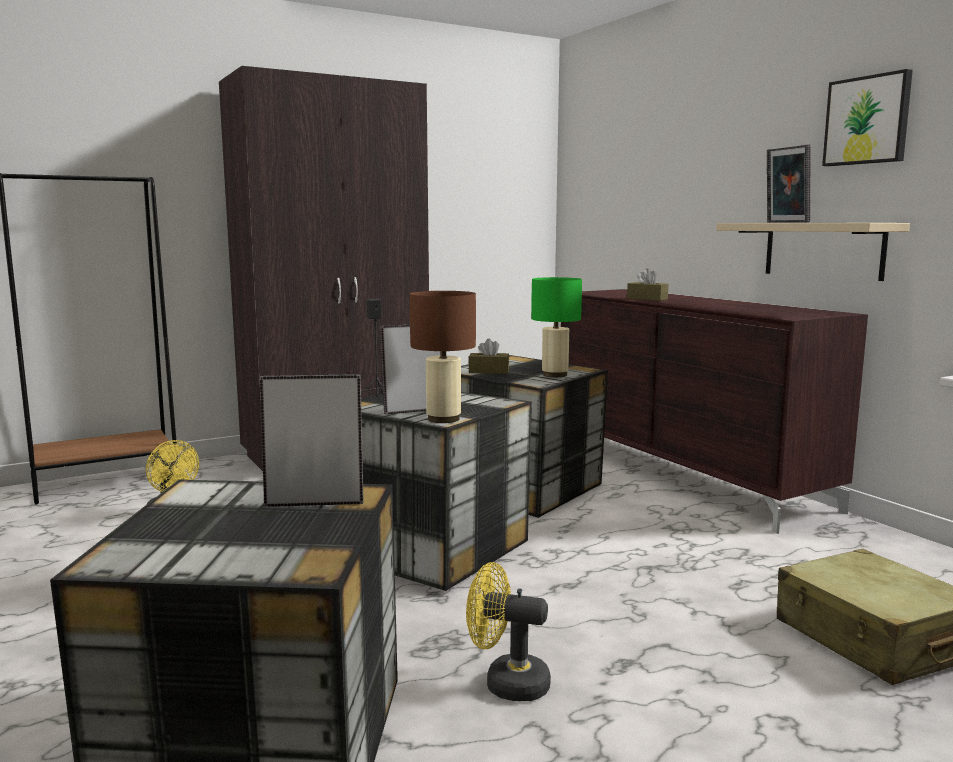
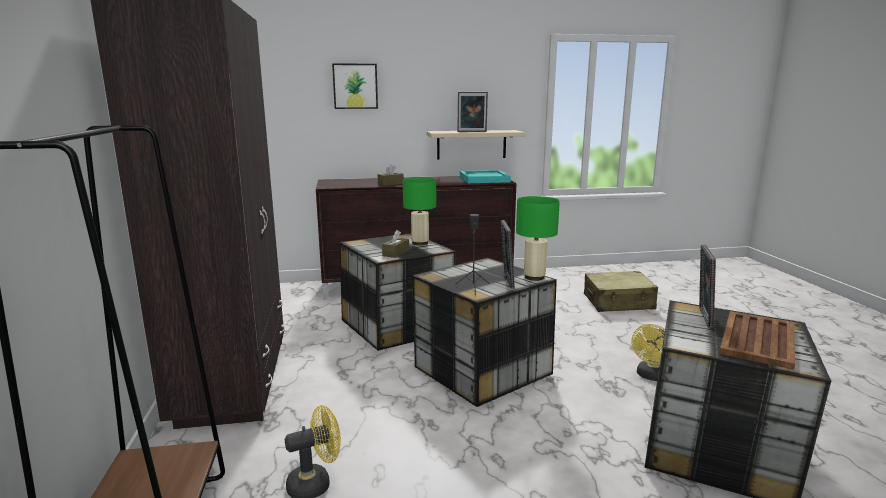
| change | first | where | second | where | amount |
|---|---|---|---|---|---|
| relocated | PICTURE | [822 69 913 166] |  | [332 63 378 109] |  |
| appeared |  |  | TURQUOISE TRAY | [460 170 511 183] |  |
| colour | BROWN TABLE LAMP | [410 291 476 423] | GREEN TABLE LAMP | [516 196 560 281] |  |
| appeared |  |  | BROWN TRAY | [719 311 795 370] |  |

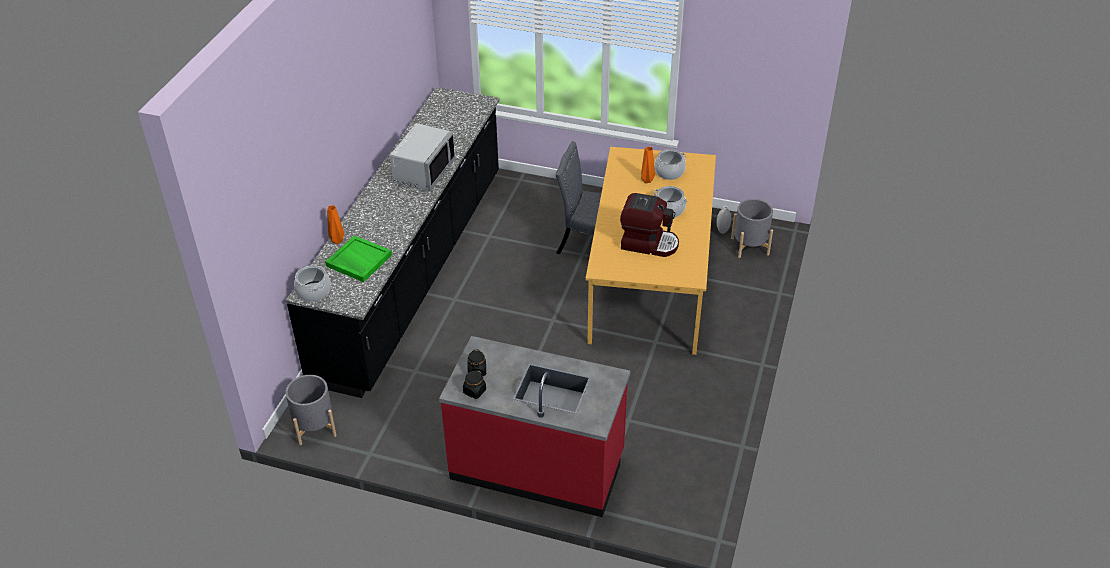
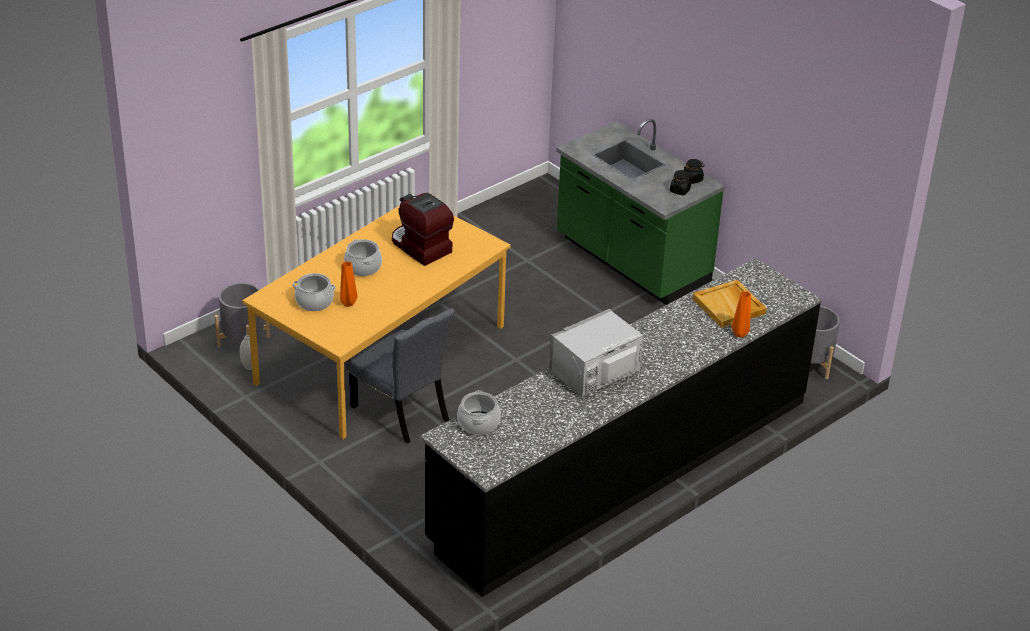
| change | first | where | second | where | amount |
|---|---|---|---|---|---|
| relocated | COOKING POT | [294 265 331 302] |  | [457 390 501 435] |  |
| colour | RED COUNTER | [439 336 630 517] | GREEN COUNTER | [556 119 725 305] |  |
| colour | GREEN TRAY | [325 236 392 282] | BEIGE TRAY | [693 280 767 328] |  |

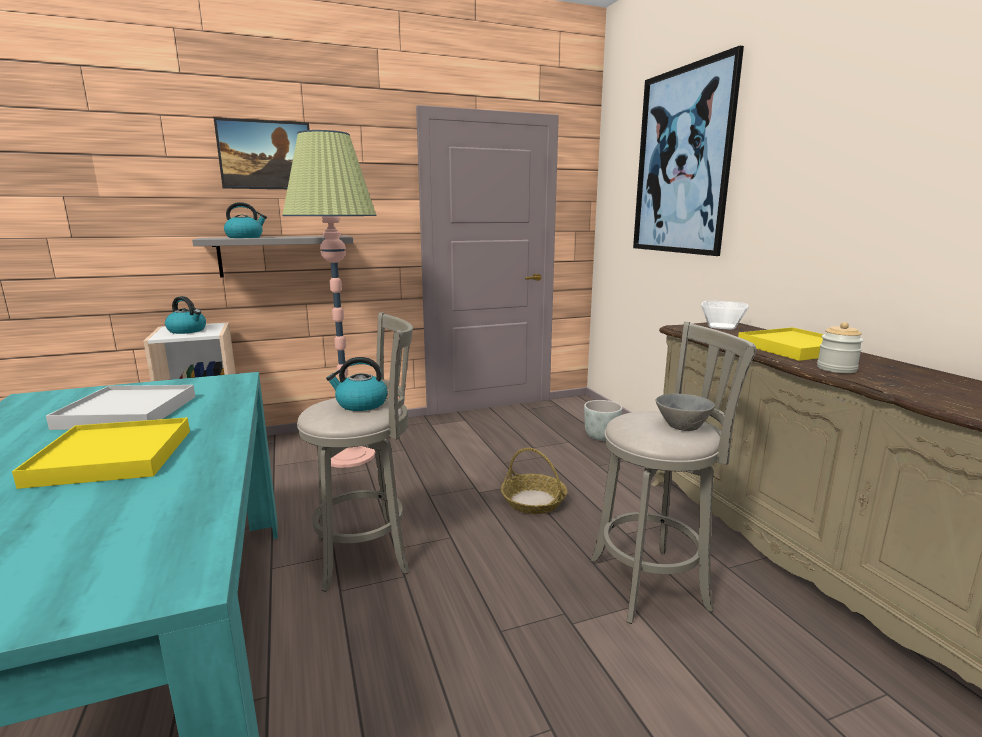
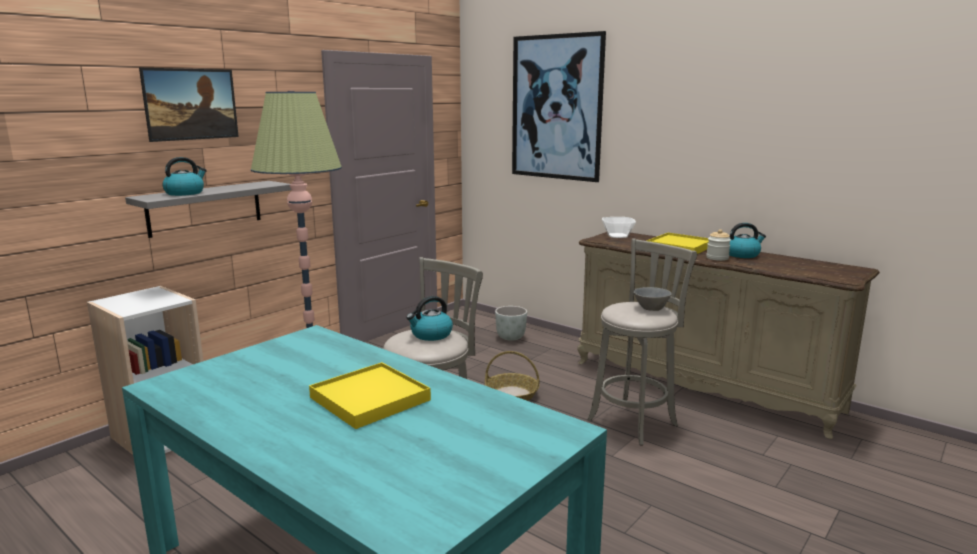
| change | first | where | second | where | amount |
|---|---|---|---|---|---|
| relocated | KETTLE | [165 296 206 334] |  | [729 223 766 258] |  |
| missing | WHITE TRAY | [46 385 195 430] |  |  |  |

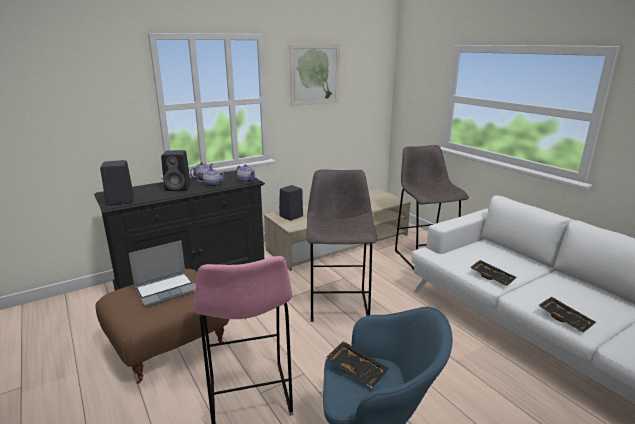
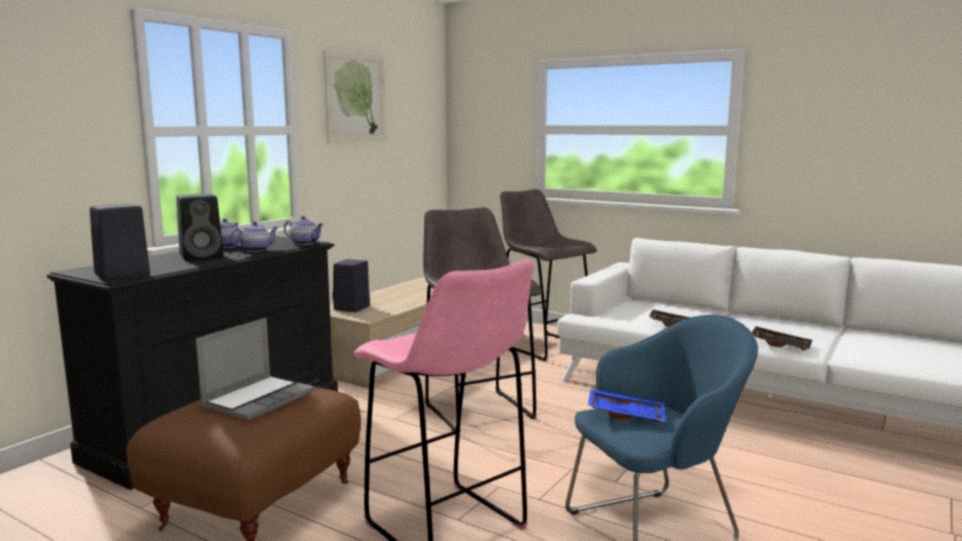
| change | first | where | second | where | amount |
|---|---|---|---|---|---|
| colour | BLACK TRAY | [326 341 389 388] | BLUE TRAY | [588 389 666 422] |  |

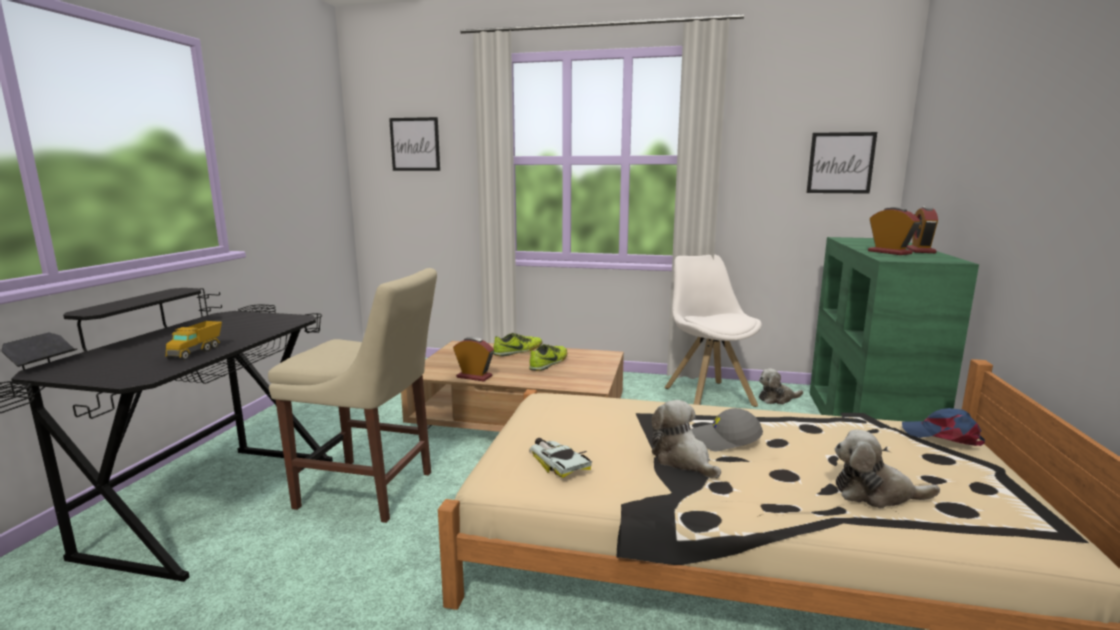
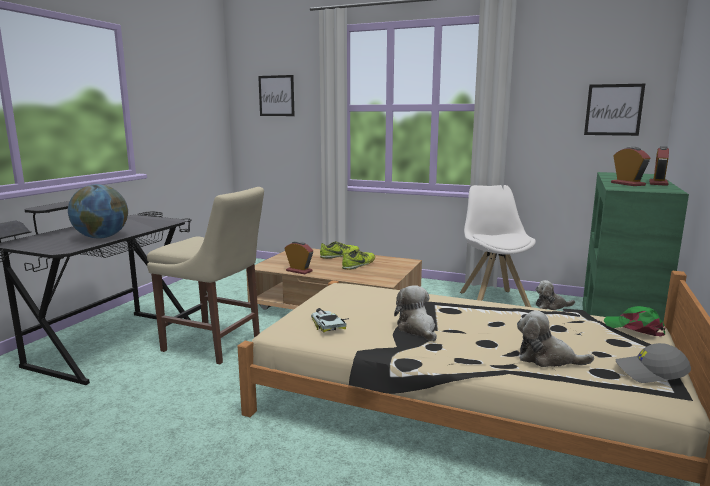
| change | first | where | second | where | amount |
|---|---|---|---|---|---|
| exchanged | TOY TRUCK | [165 321 222 360] | GLOBE | [68 184 128 239] |  |
| colour | BLUE CAP | [902 408 985 446] | GREEN CAP | [603 306 665 337] |  |
| relocated | GREY CAP | [691 408 763 451] |  | [616 343 691 383] |  |

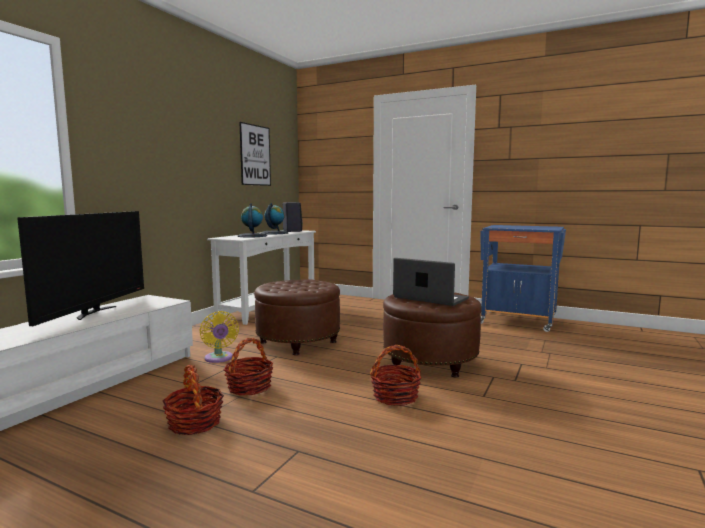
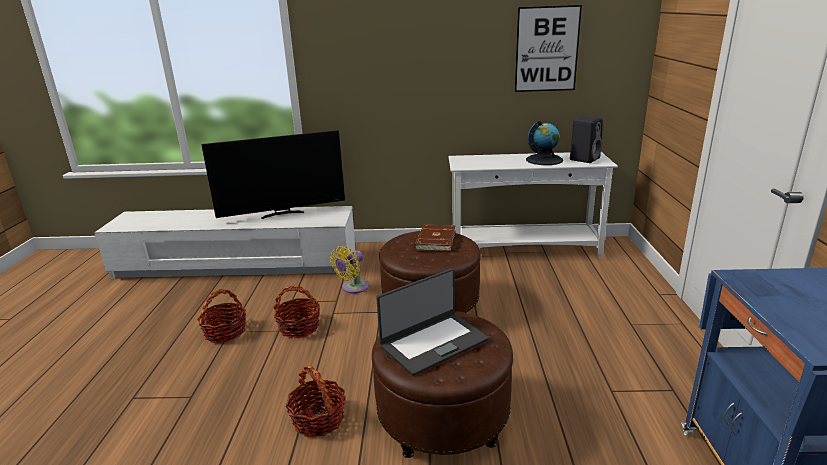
| change | first | where | second | where | amount |
|---|---|---|---|---|---|
| spun | LAPTOP | [393 258 469 306] |  | [376 268 489 376] | 45 degrees clockwise |
| appeared |  |  | BROWN BOOK | [414 224 456 251] |  |
| missing | GLOBE | [237 203 267 237] |  |  |  |

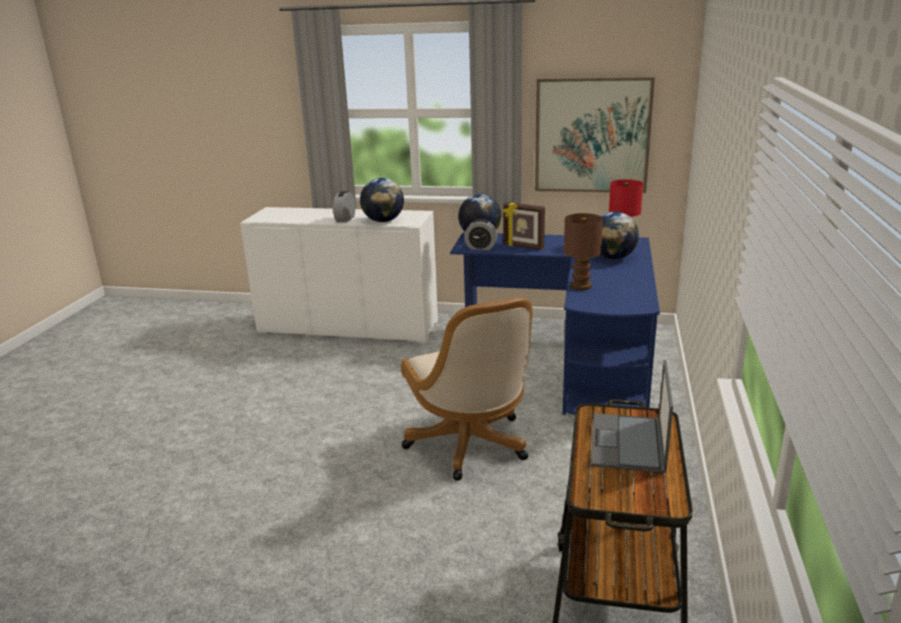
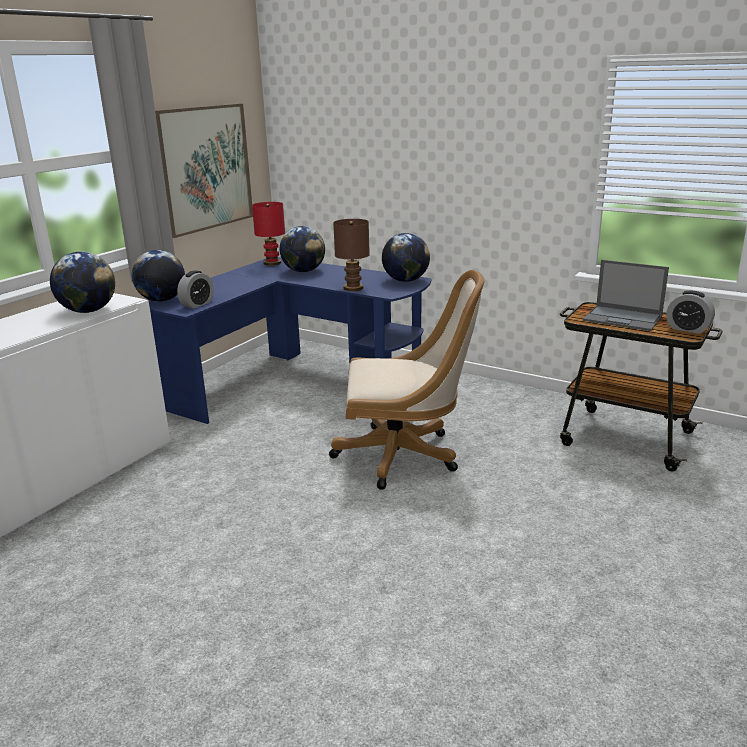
| change | first | where | second | where | amount |
|---|---|---|---|---|---|
| appeared |  |  | GLOBE | [382 233 430 282] |  |
| relocated | ALARM CLOCK | [333 191 355 222] |  | [666 291 715 334] |  |
| missing | PICTURE FRAME | [503 202 545 250] |  |  |  |

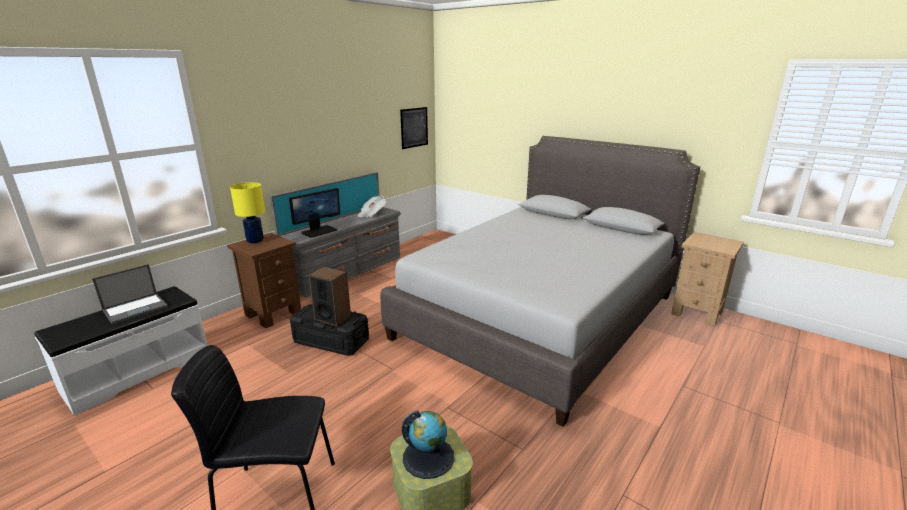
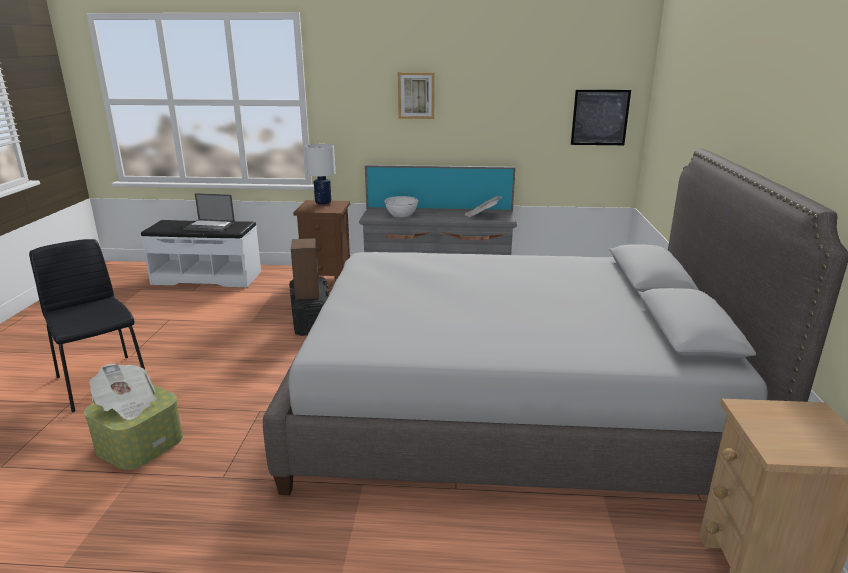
| change | first | where | second | where | amount |
|---|---|---|---|---|---|
| exchanged | GLOBE | [402 410 454 479] | NEWSPAPER | [89 363 157 420] |  |
| colour | YELLOW TABLE LAMP | [230 182 265 243] | WHITE TABLE LAMP | [305 144 335 205] |  |
| exchanged | MONITOR | [289 188 340 238] | WHITE BOWL | [384 196 419 218] |  |
| appeared |  |  | PICTURE | [398 72 435 119] |  |

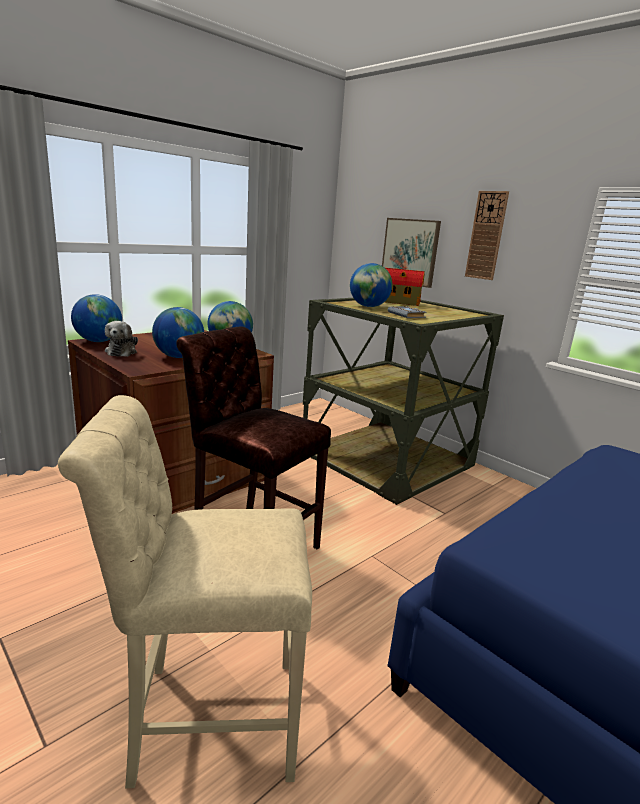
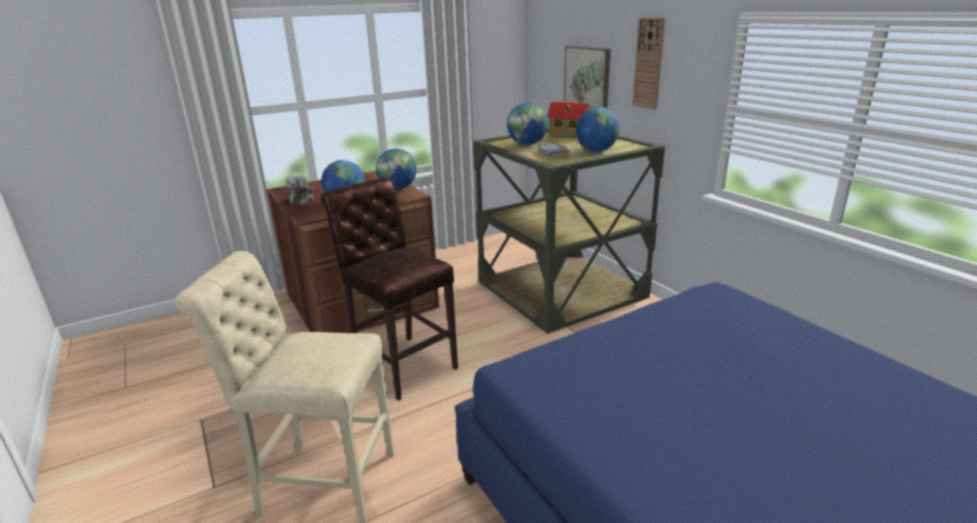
| change | first | where | second | where | amount |
|---|---|---|---|---|---|
| relocated | GLOBE | [71 294 122 342] |  | [575 107 620 152] |  |

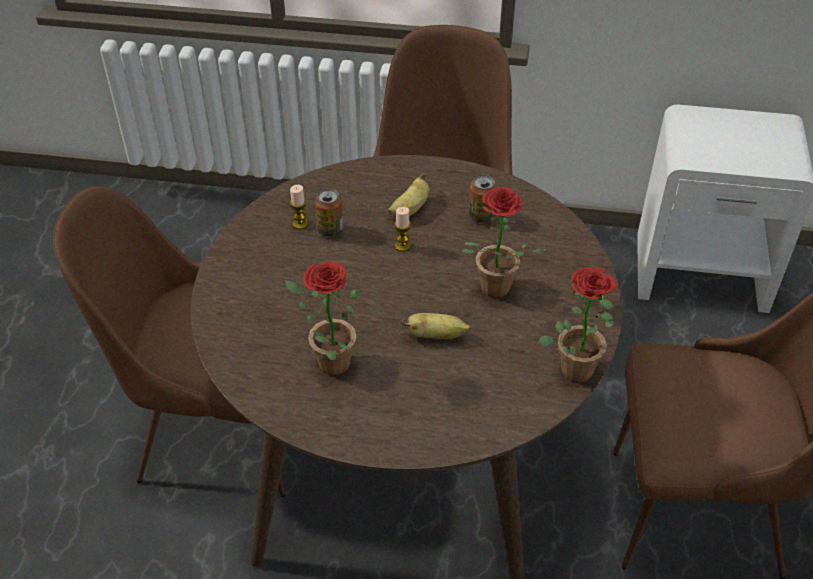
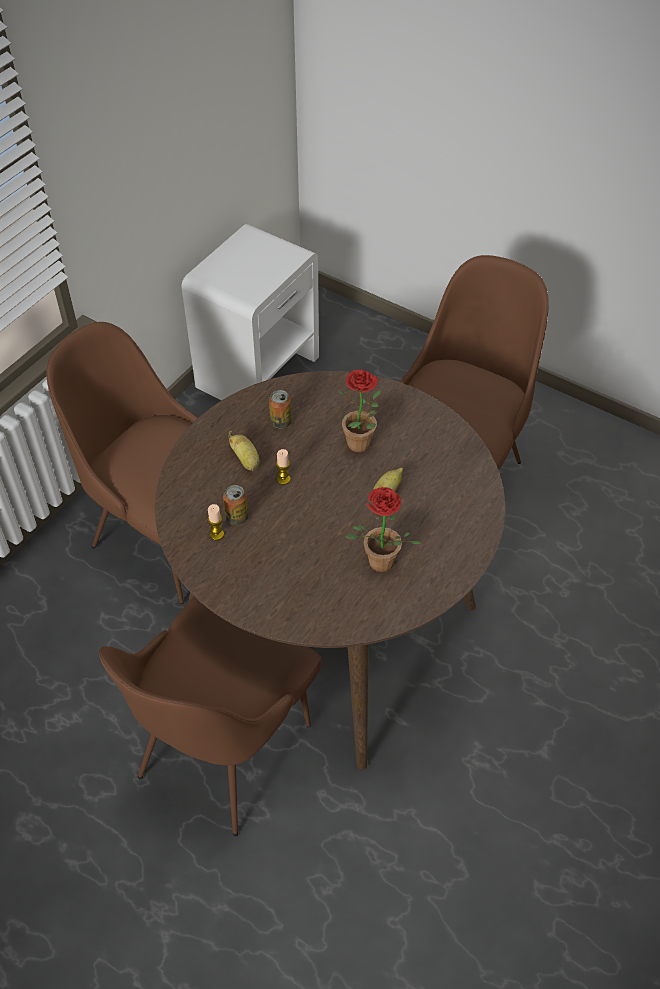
| change | first | where | second | where | amount |
|---|---|---|---|---|---|
| missing | POTTED PLANT | [539 267 617 383] |  |  |  |

